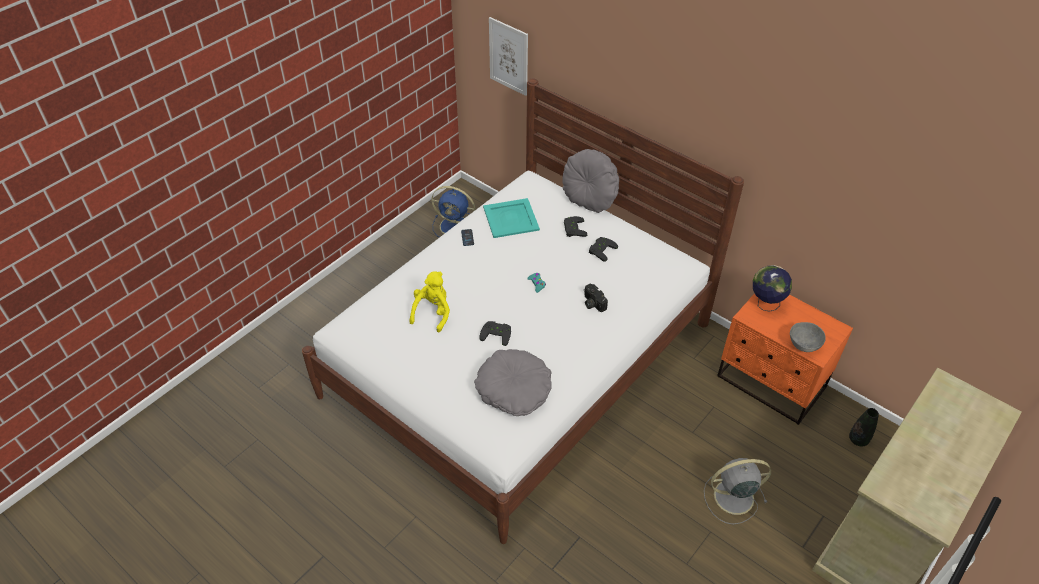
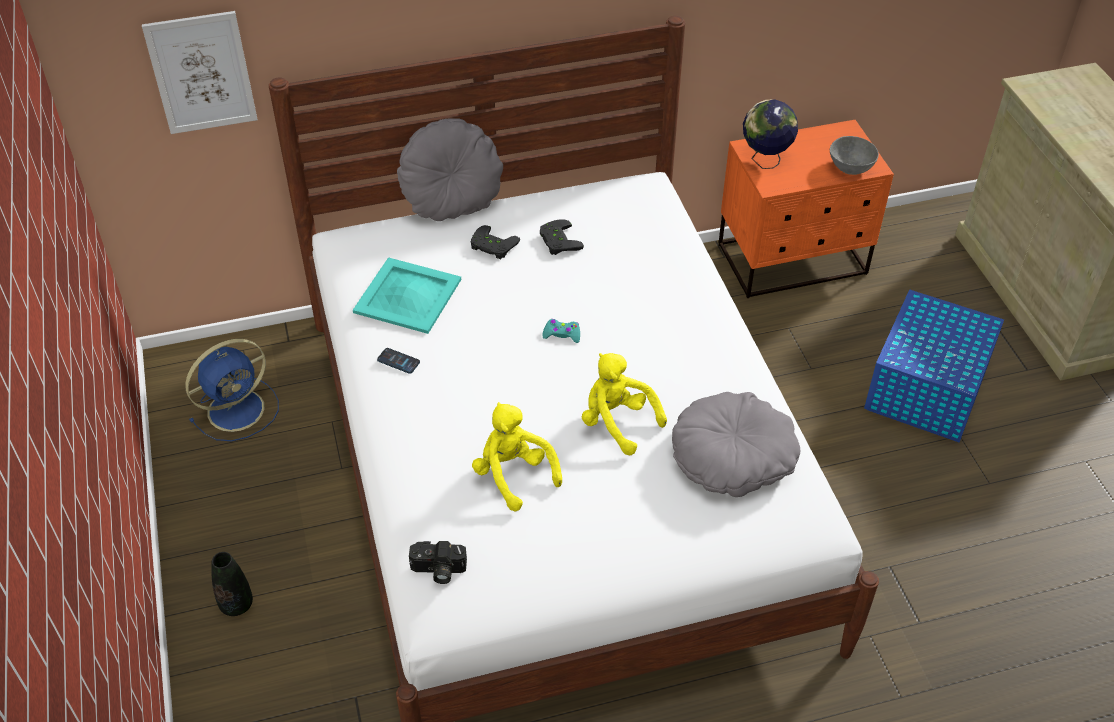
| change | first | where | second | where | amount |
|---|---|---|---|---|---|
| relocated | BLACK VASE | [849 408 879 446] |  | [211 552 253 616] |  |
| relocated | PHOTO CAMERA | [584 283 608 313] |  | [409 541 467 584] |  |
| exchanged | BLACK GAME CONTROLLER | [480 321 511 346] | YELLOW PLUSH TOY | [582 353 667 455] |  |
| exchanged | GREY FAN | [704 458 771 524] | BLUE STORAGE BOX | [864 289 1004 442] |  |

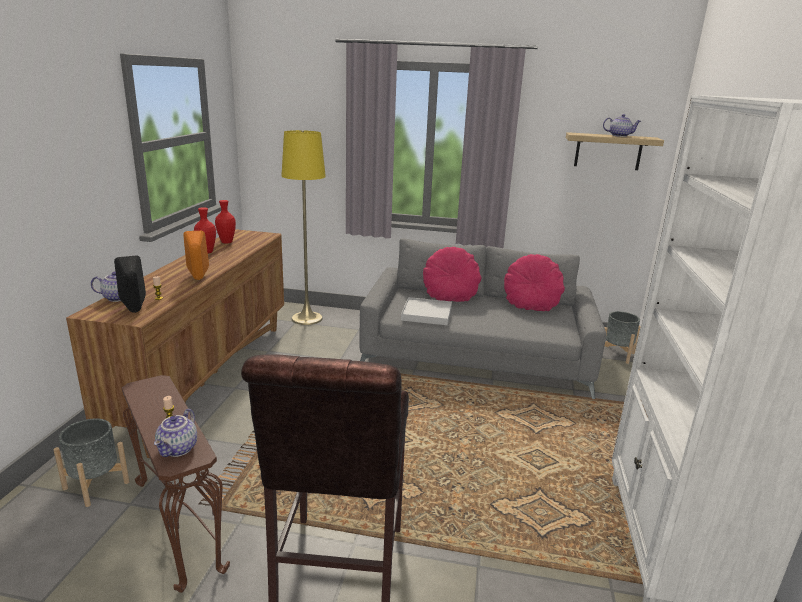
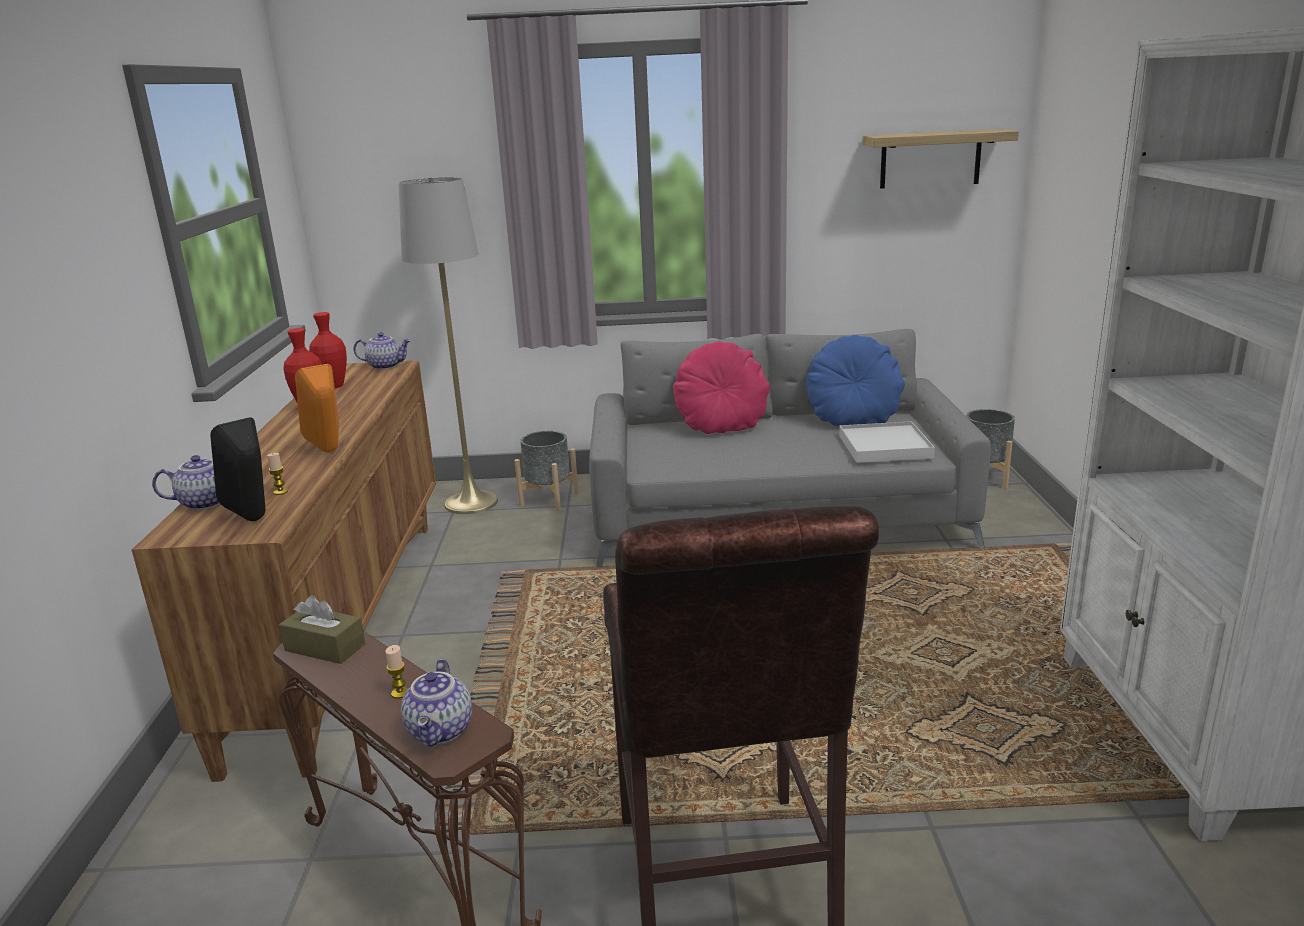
| change | first | where | second | where | amount |
|---|---|---|---|---|---|
| appeared |  |  | BROWN TISSUE BOX | [279 595 366 664] |  |
| relocated | TEAPOT | [603 114 641 137] |  | [354 332 411 370] |  |
| colour | YELLOW FLOOR LAMP | [281 130 326 325] | GREY FLOOR LAMP | [398 177 498 514] |  |
| relocated | GREY PLANTER | [53 418 129 507] |  | [514 431 579 511] |  |
| colour | PINK PILLOW | [504 254 565 311] | BLUE PILLOW | [806 335 905 426] |  |
| relocated | WHITE TRAY | [401 297 452 325] |  | [839 421 935 463] |  |

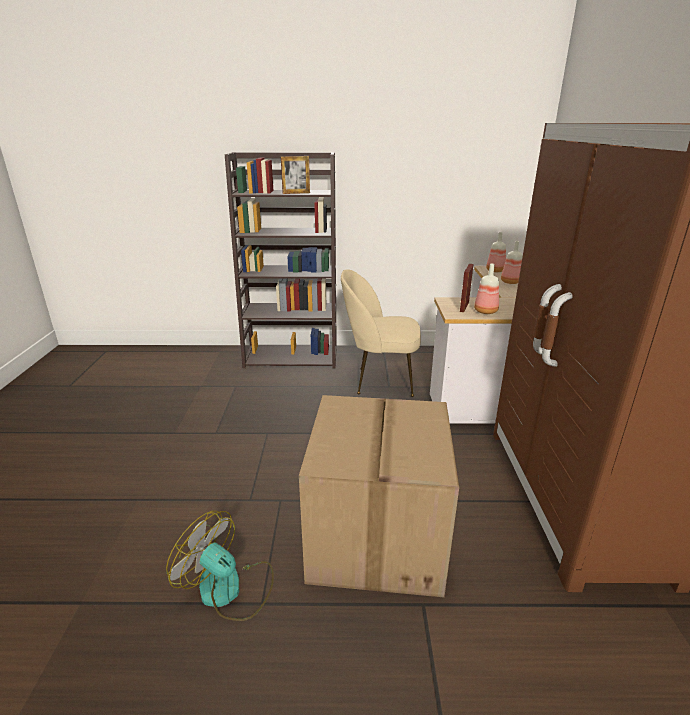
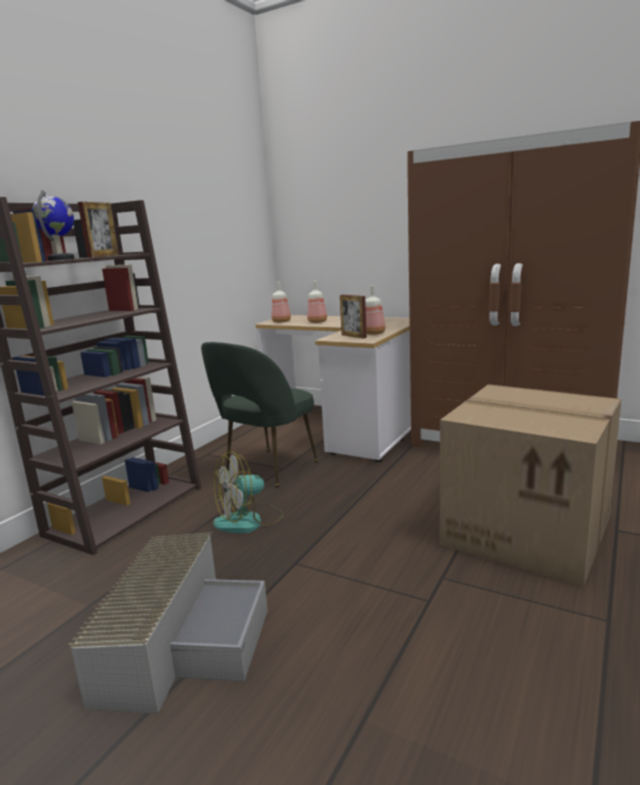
| change | first | where | second | where | amount |
|---|---|---|---|---|---|
| appeared |  |  | GLOBE | [32 190 75 261] |  |
| appeared |  |  | GREY STORAGE BOX | [68 533 268 714] |  |
| colour | BEIGE CHAIR | [341 269 421 397] | GREEN CHAIR | [201 342 318 488] |  |
| relocated | FAN | [166 511 274 621] |  | [213 451 284 533] |  |

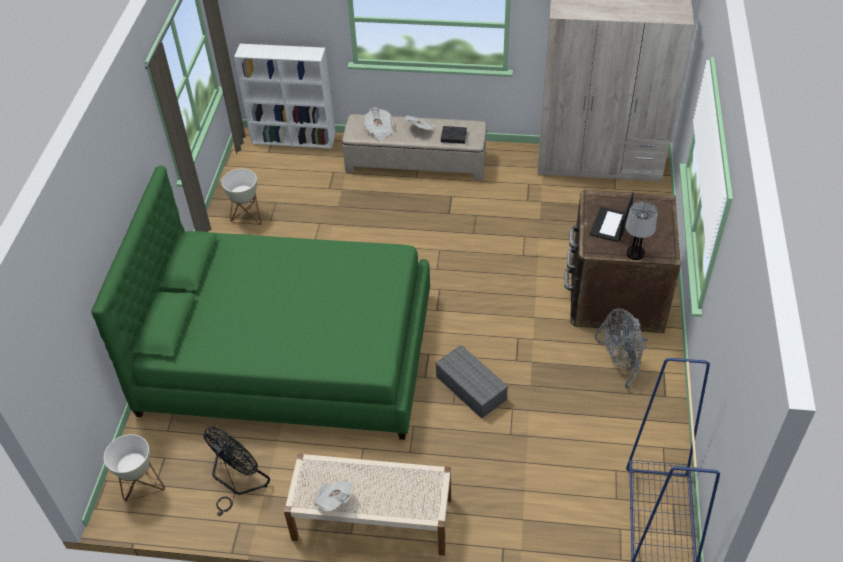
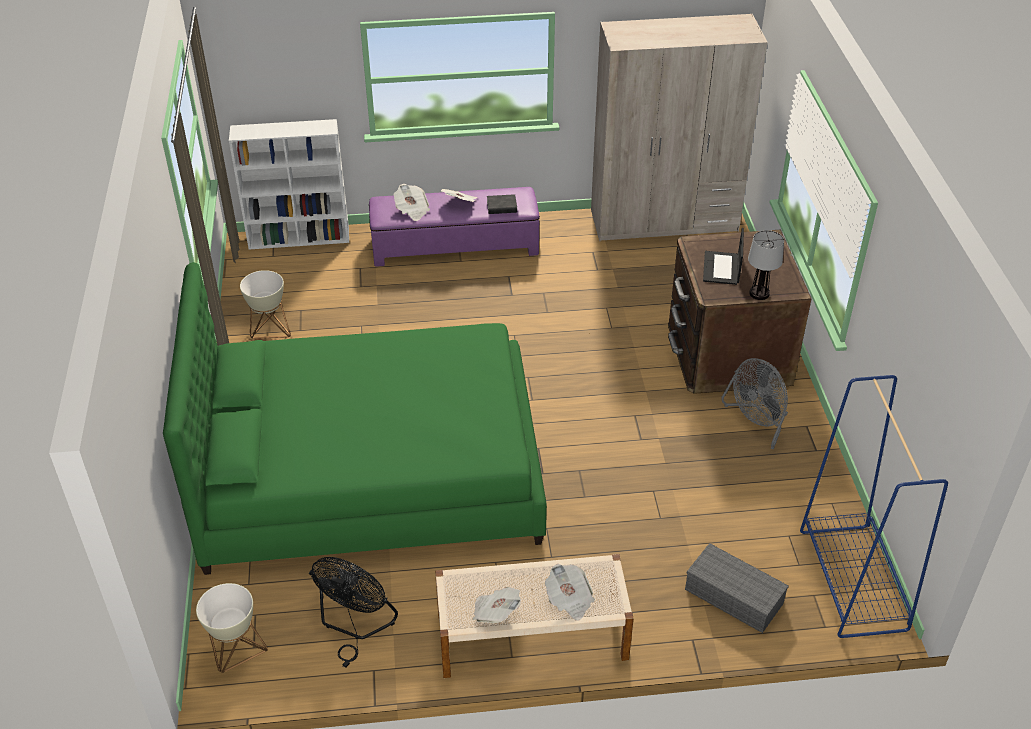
| change | first | where | second | where | amount |
|---|---|---|---|---|---|
| colour | BEIGE BENCH | [342 114 487 181] | PURPLE BENCH | [369 187 540 267] |  |
| appeared |  |  | NEWSPAPER | [545 564 595 621] |  |
| relocated | GREY STORAGE BOX | [435 345 508 419] |  | [685 543 789 633] |  |

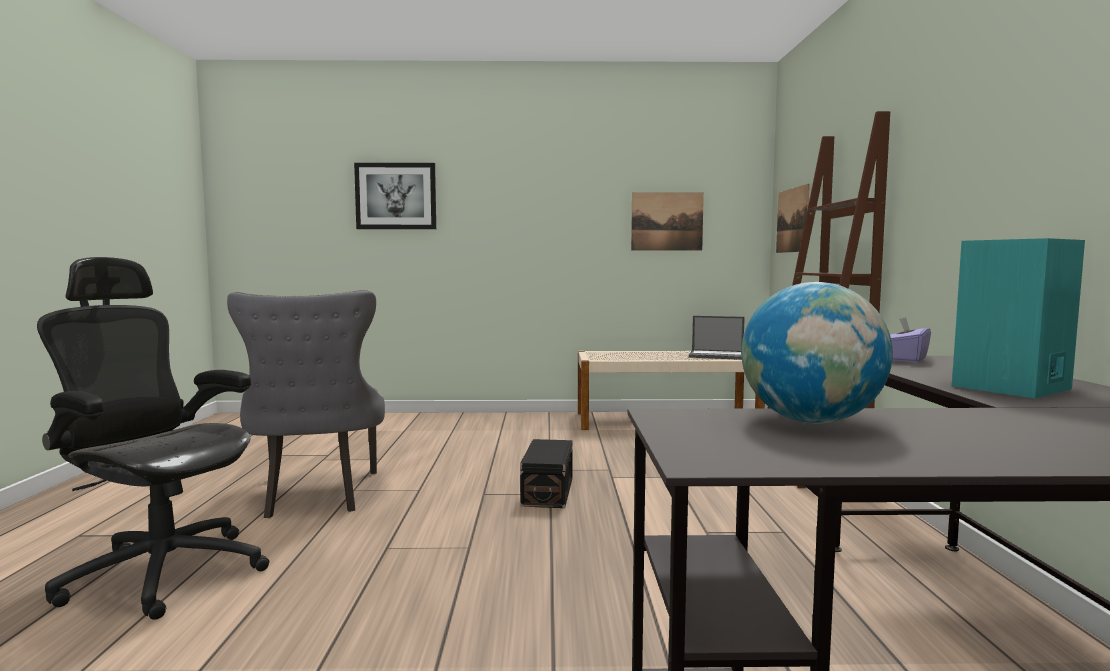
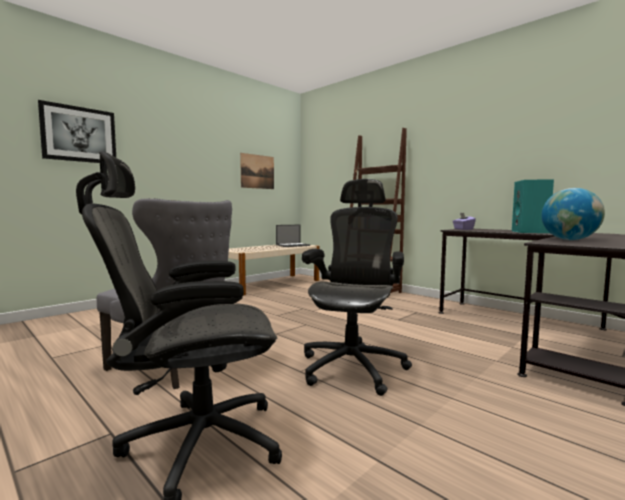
| change | first | where | second | where | amount |
|---|---|---|---|---|---|
| appeared |  |  | OFFICE CHAIR | [302 179 412 396] |  |
| missing | BLACK STORAGE BOX | [520 439 573 508] |  |  |  |
| missing | PICTURE | [776 184 810 253] |  |  |  |

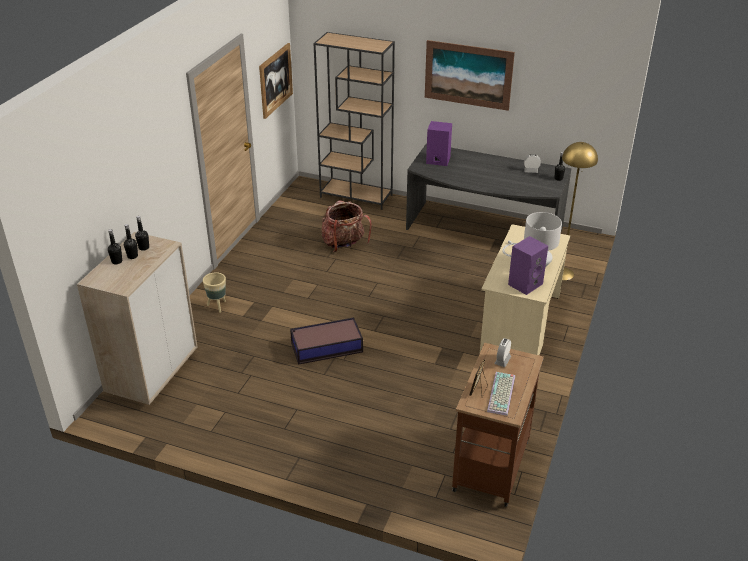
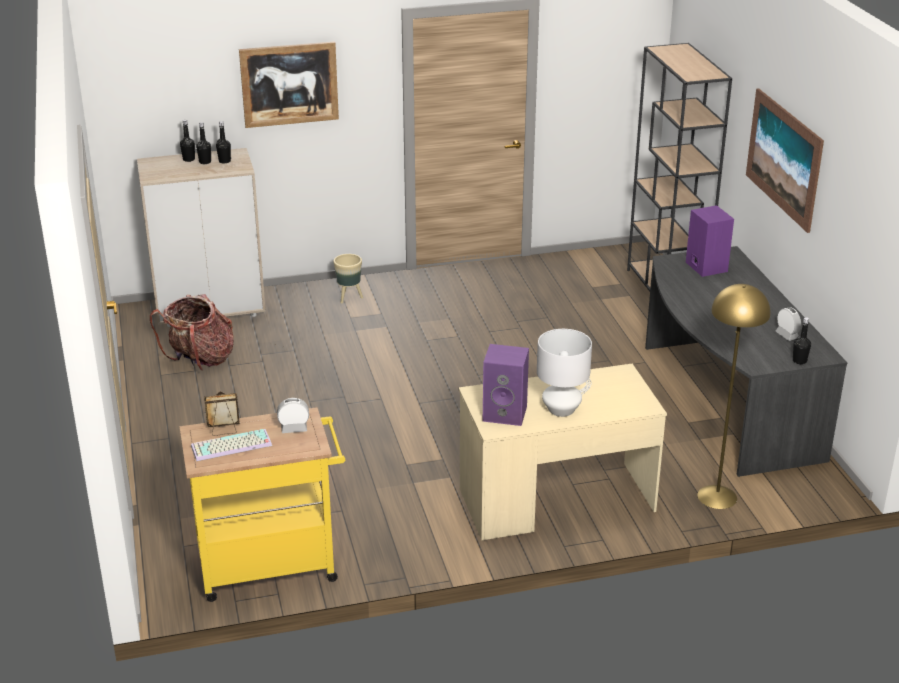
| change | first | where | second | where | amount |
|---|---|---|---|---|---|
| relocated | BACKPACK | [321 201 372 252] |  | [150 294 233 371] |  |
| colour | BROWN CART | [452 343 544 507] | YELLOW CART | [179 407 345 602] |  |
| relocated | PICTURE | [259 43 293 119] |  | [239 41 339 128] |  |
| missing | STORAGE BOX | [290 317 363 365] |  |  |  |

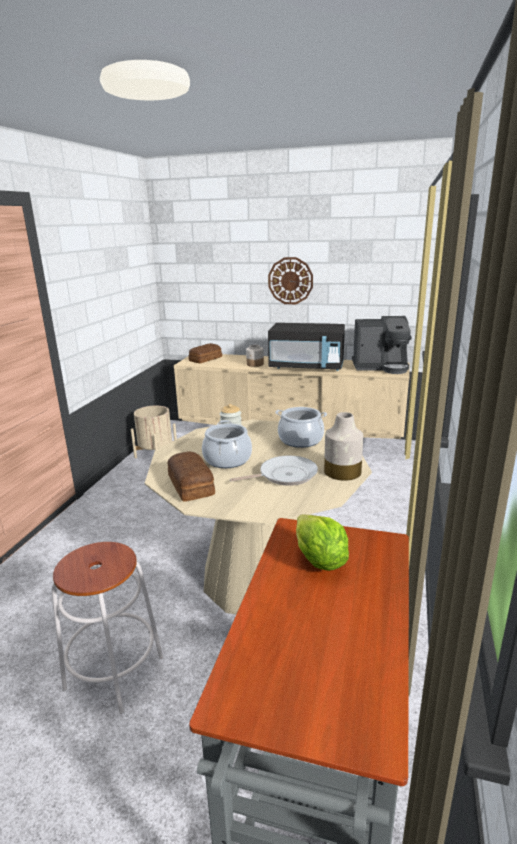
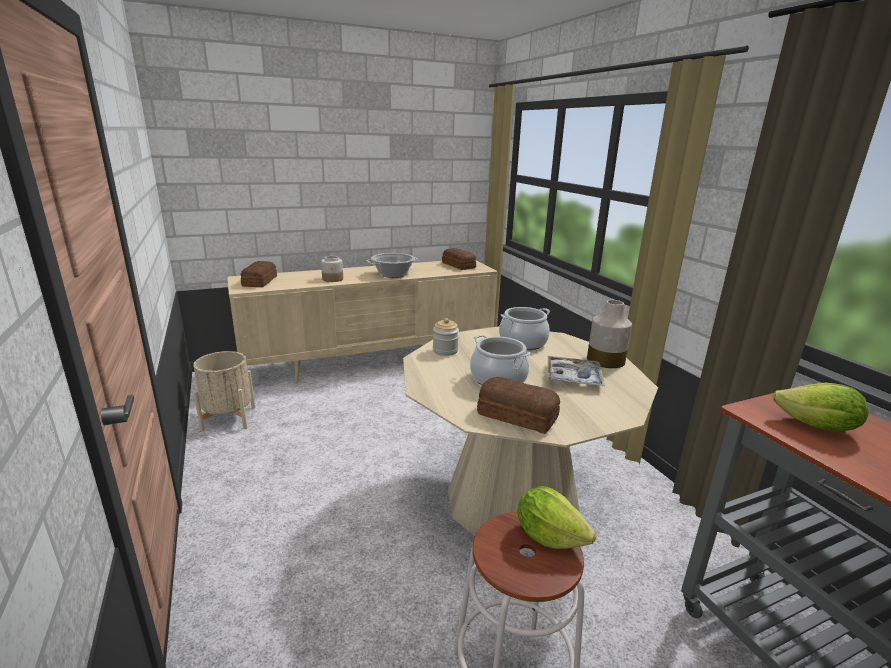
| change | first | where | second | where | amount |
|---|---|---|---|---|---|
| exchanged | BLACK MICROWAVE | [268 323 345 371] | COOKING POT | [367 253 419 278] |  |
| exchanged | COFFEE MACHINE | [352 316 412 374] | BREAD | [442 248 476 270] |  |
| appeared |  |  | LETTUCE | [517 486 597 549] |  |
| exchanged | FRYING PAN | [230 456 318 486] | TRAY | [548 356 605 386] |  |
| missing | WALL CLOCK | [268 257 313 304] |  |  |  |

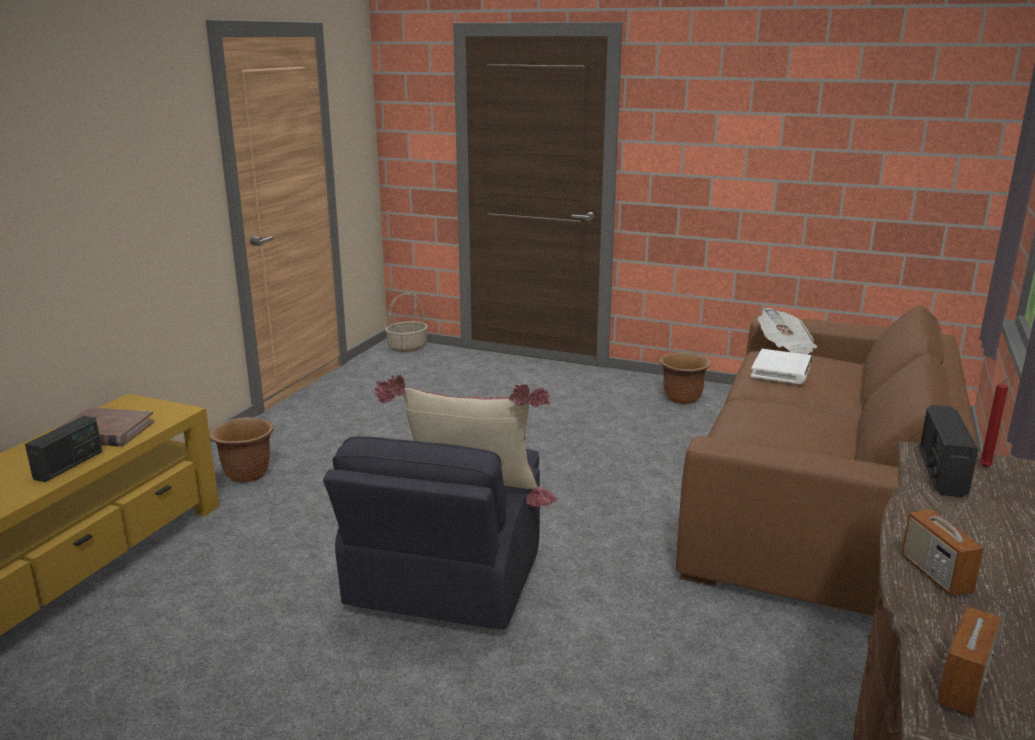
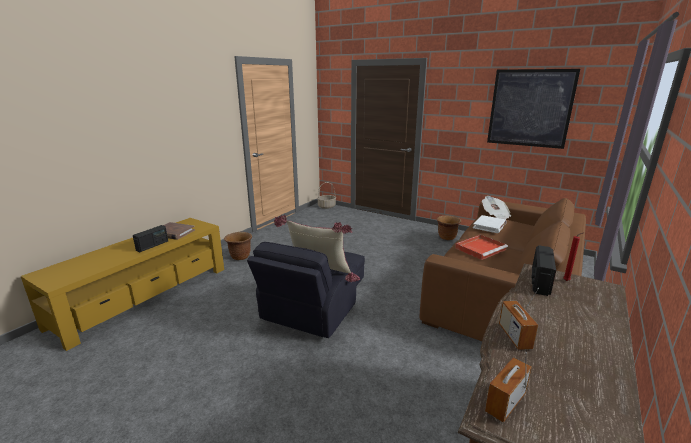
| change | first | where | second | where | amount |
|---|---|---|---|---|---|
| appeared |  |  | RED TRAY | [455 235 508 260] |  |
| appeared |  |  | PICTURE | [487 69 580 149] |  |

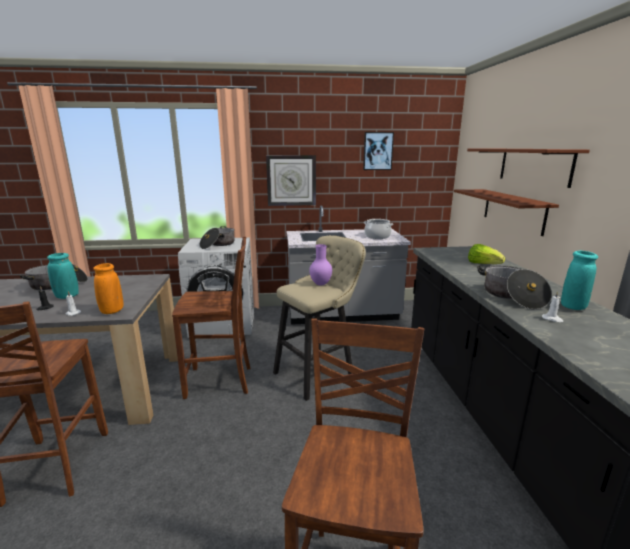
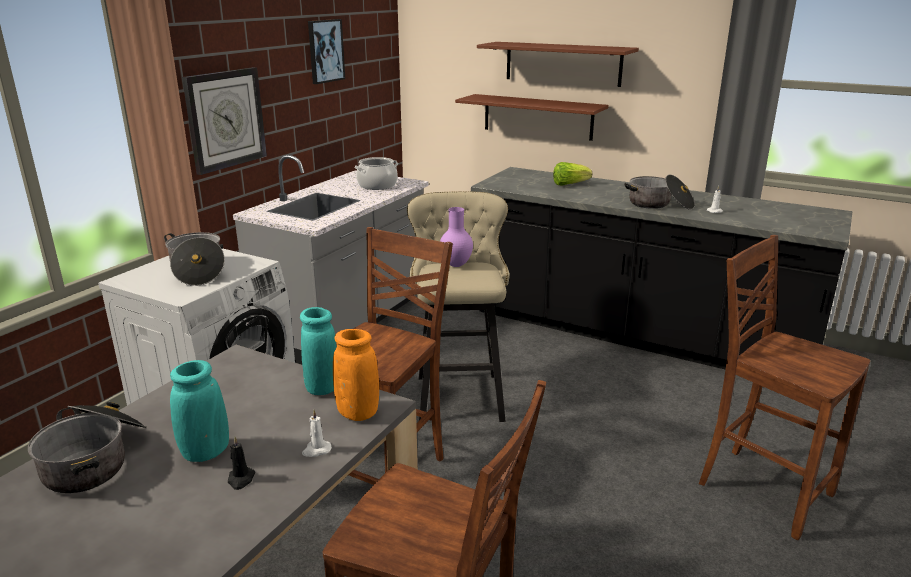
| change | first | where | second | where | amount |
|---|---|---|---|---|---|
| relocated | TURQUOISE VASE | [561 251 598 310] |  | [300 307 337 395] |  |

